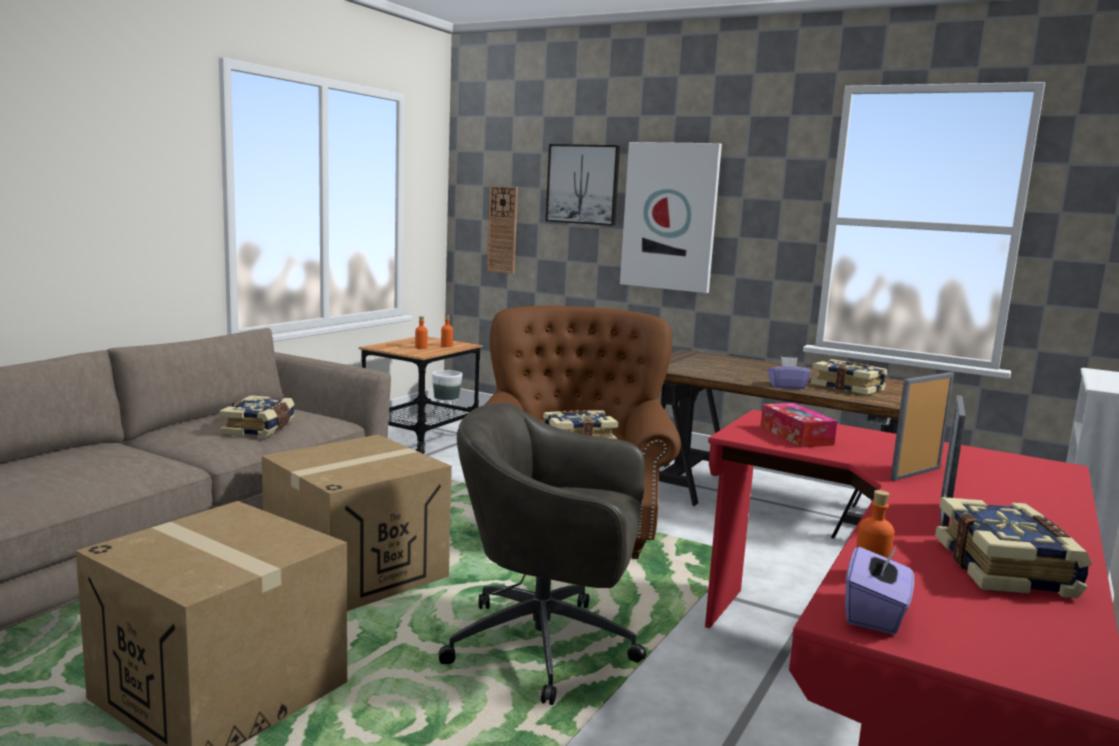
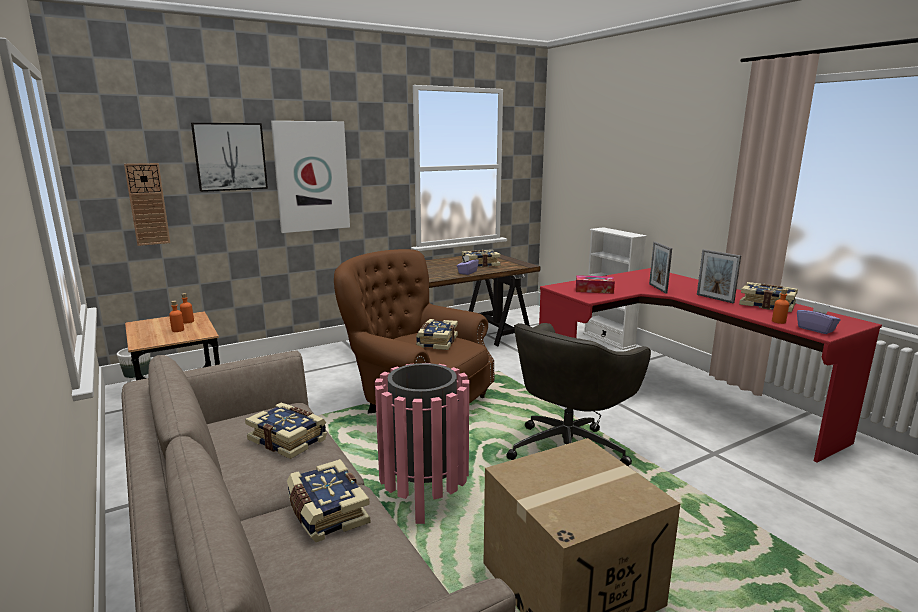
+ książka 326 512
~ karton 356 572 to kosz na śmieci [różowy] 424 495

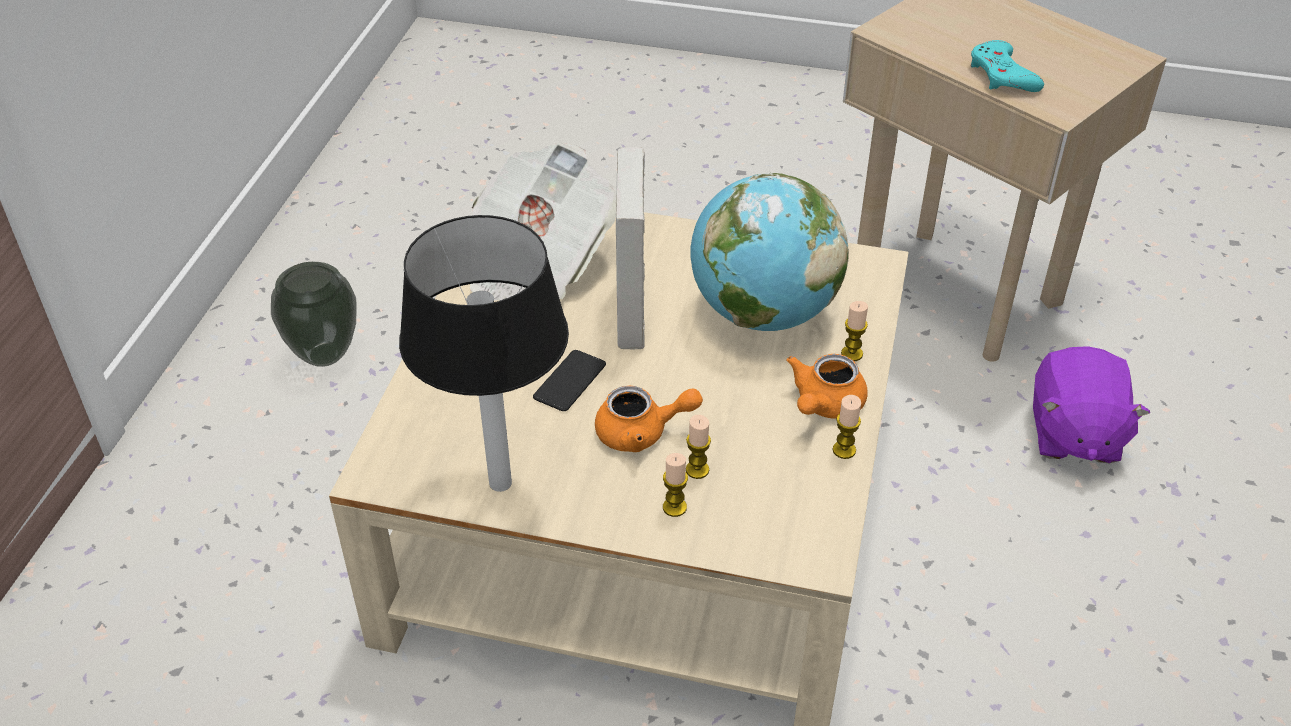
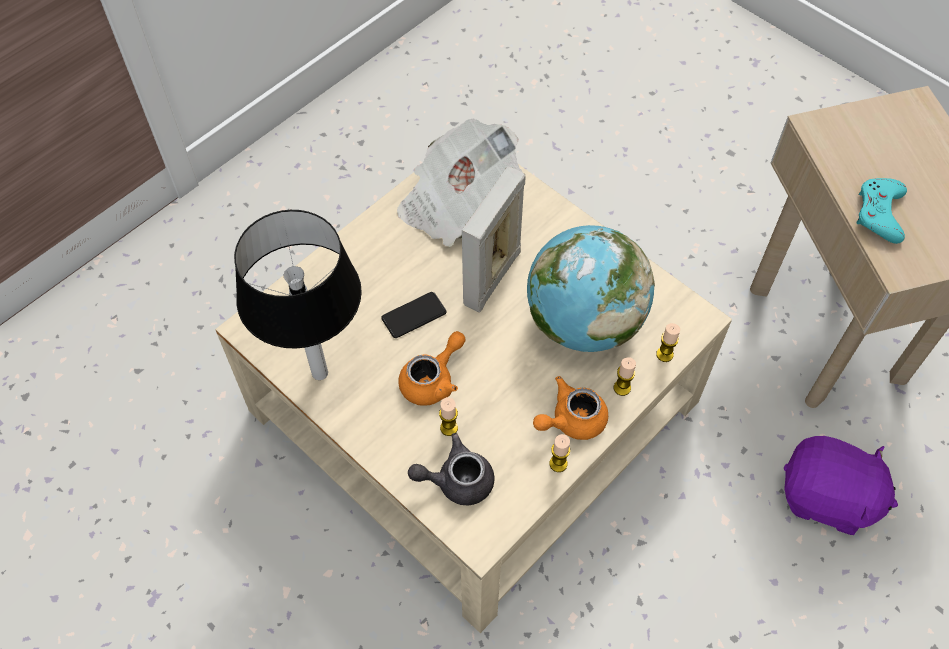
~ imbryk [pomarańczowy] 641 433 = 433 380 75 degrees counterclockwise
+ imbryk [szary] 456 480
~ świeca 674 507 to 664 354
~ pluszak [fioletowy] 1073 434 = 827 498 105 degrees counterclockwise
- wazon 325 356

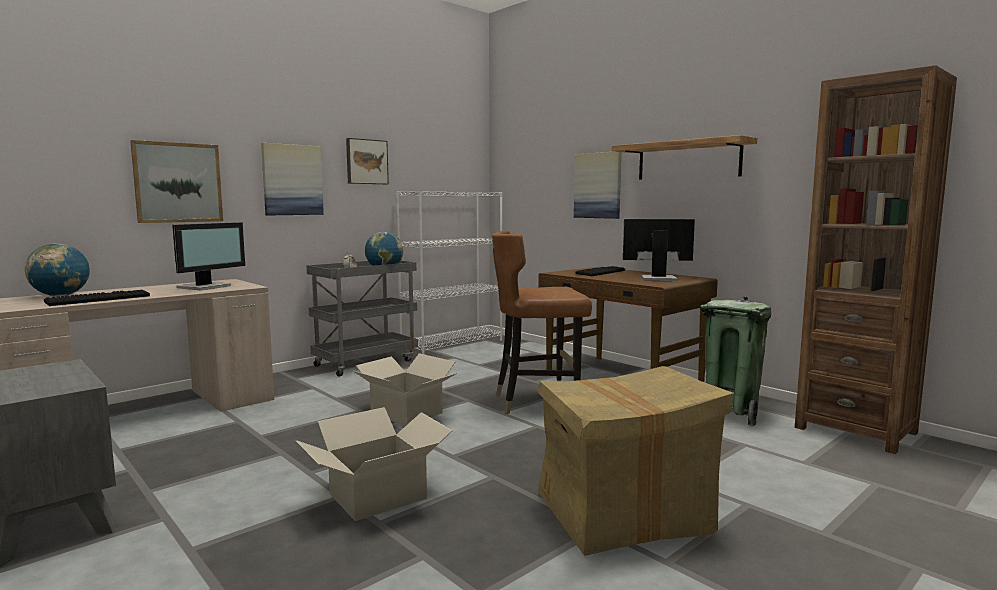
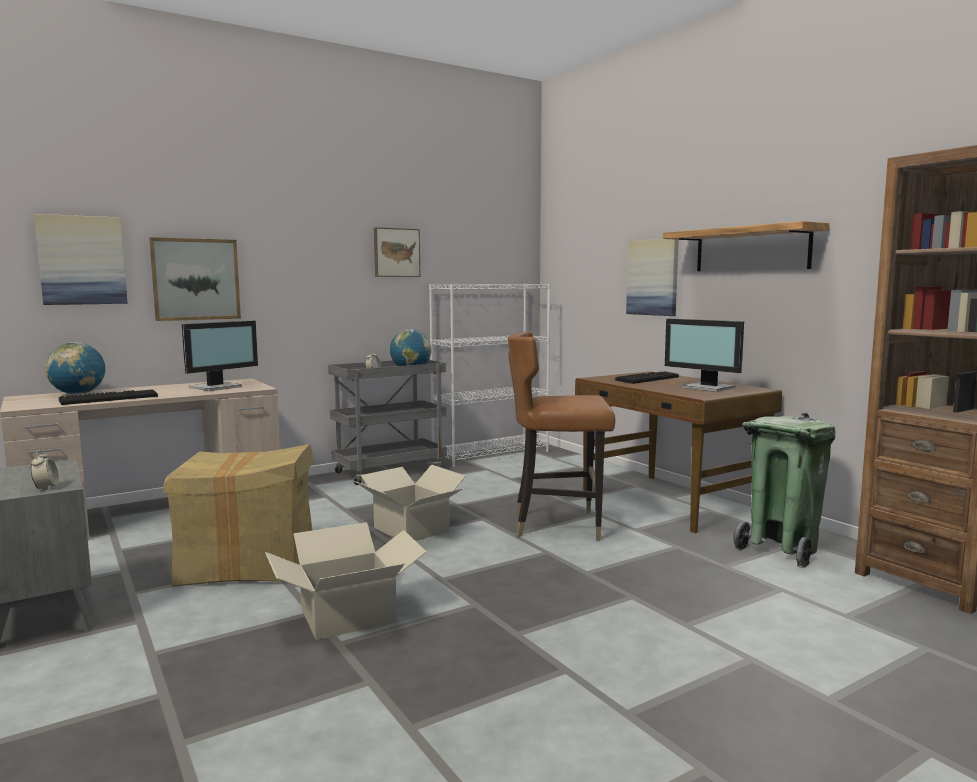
+ budzik 46 488
~ obraz 292 180 to 82 260
~ karton 623 513 to 249 564
~ monitor 657 278 = 708 388 150 degrees counterclockwise

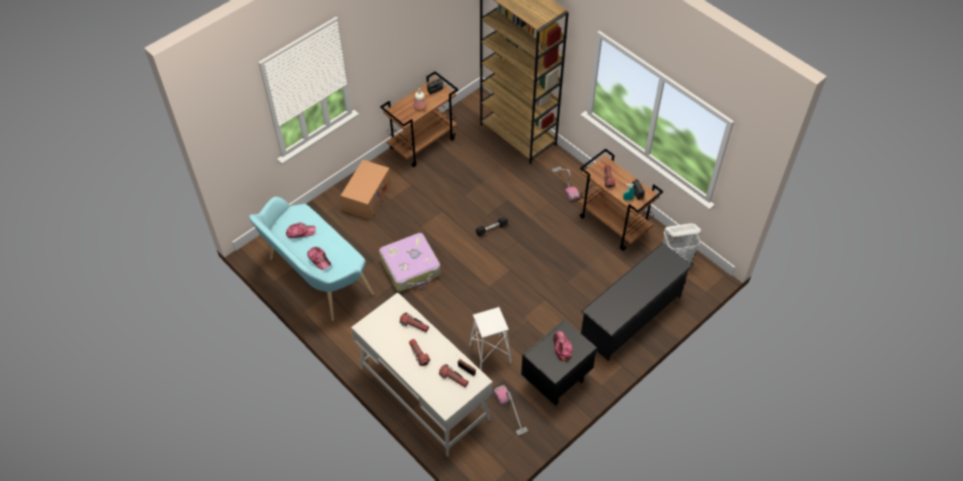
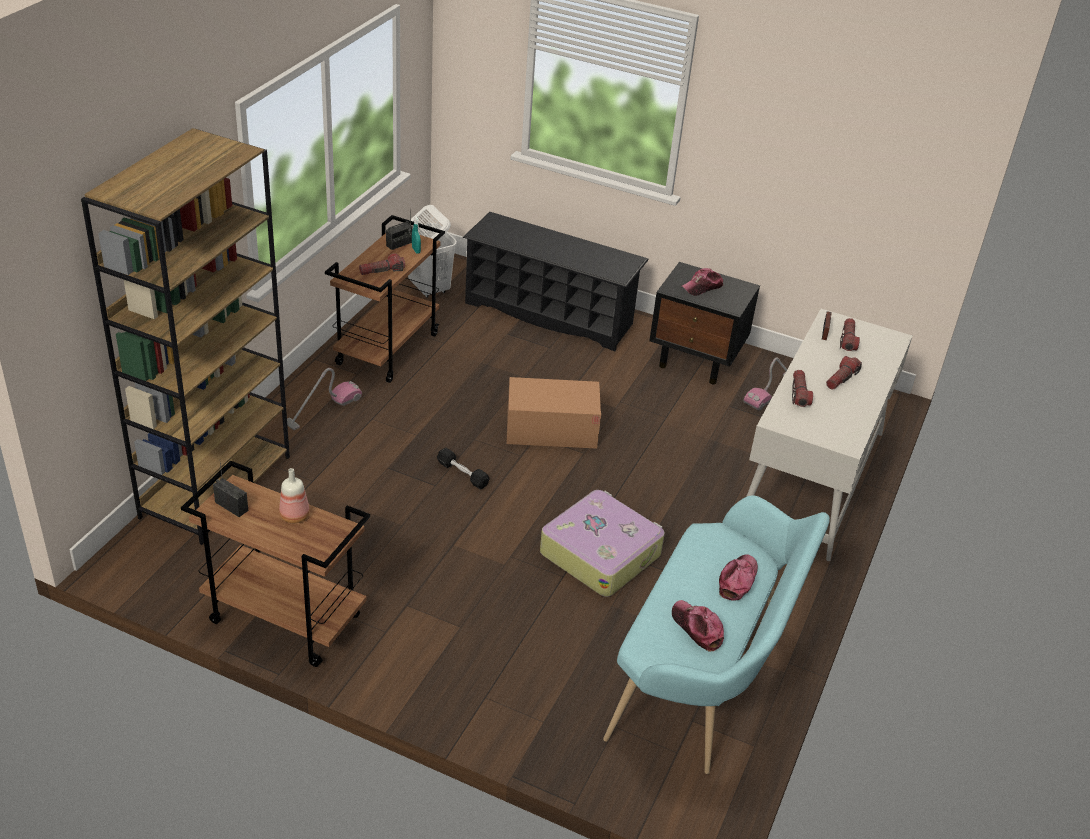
~ karton 367 196 to 551 429
- stołek [biały] 490 353

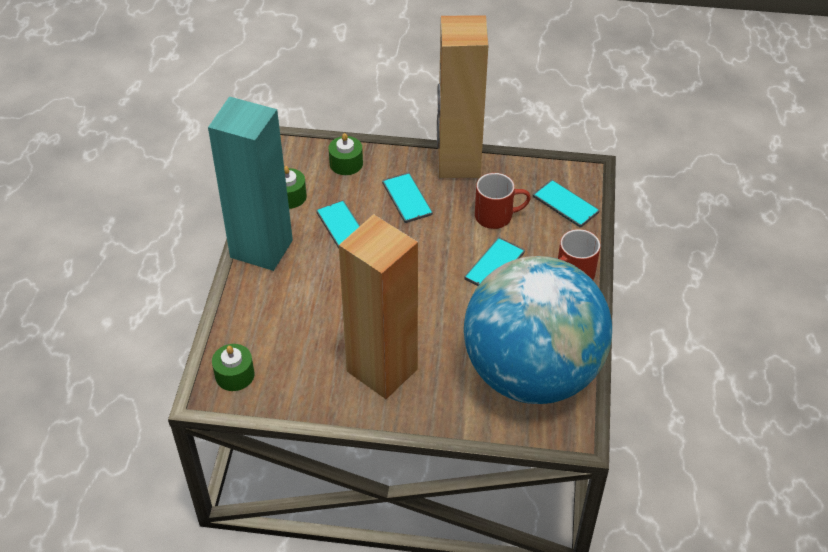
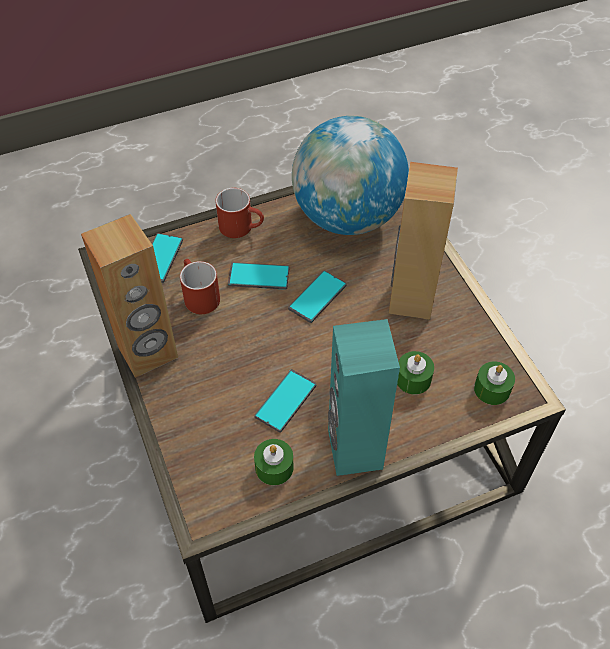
~ telefon 407 198 to 317 297
~ świeca [zielony] 346 163 to 413 379

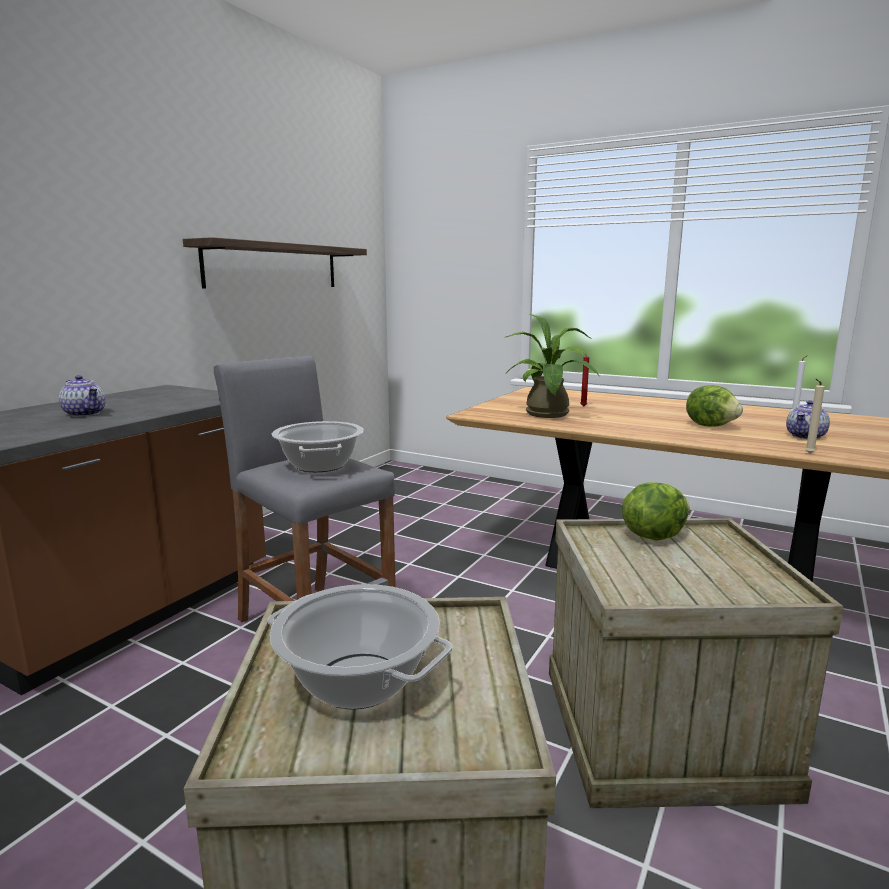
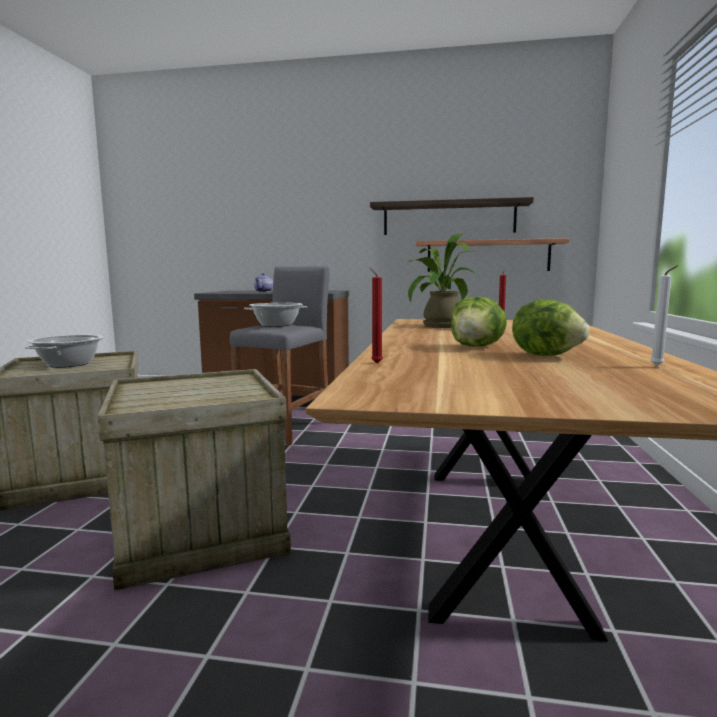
~ świeca [beżowy] 808 454 to świeca [czerwony] 375 363
+ półka 488 256
~ sałata 652 535 to 547 355
- imbryk 806 436

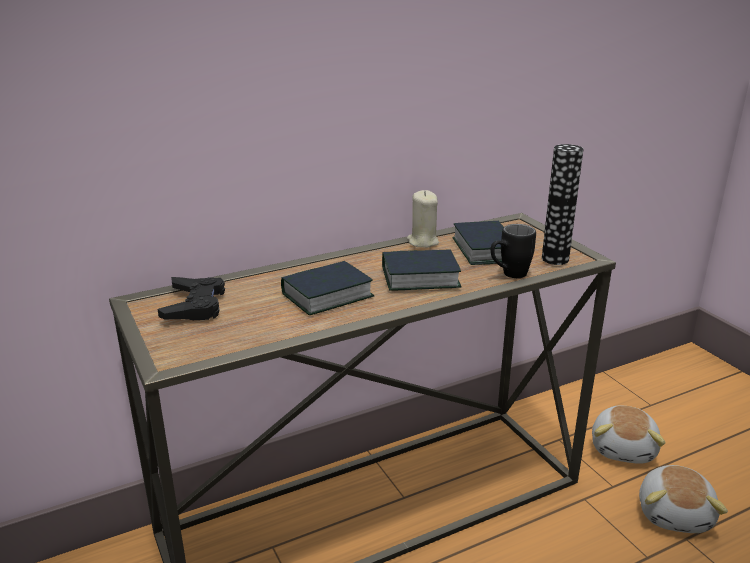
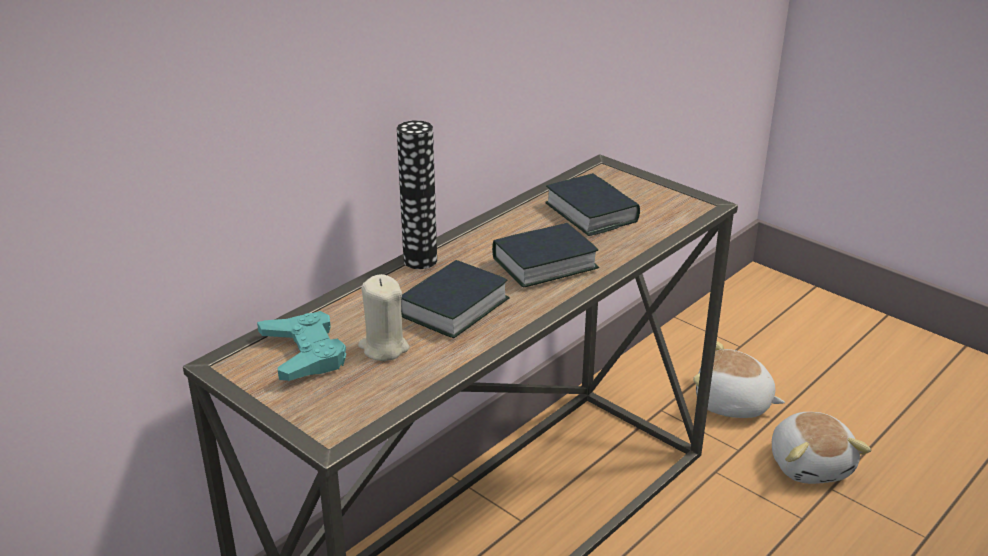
~ pad do gier [czarny] 194 305 to pad do gier [turkusowy] 304 353
~ świeca [beżowy] 422 242 to 384 347
~ wazon 555 259 to 420 260
~ pluszak 624 448 = 732 404 120 degrees clockwise
- kubek [czarny] 508 275

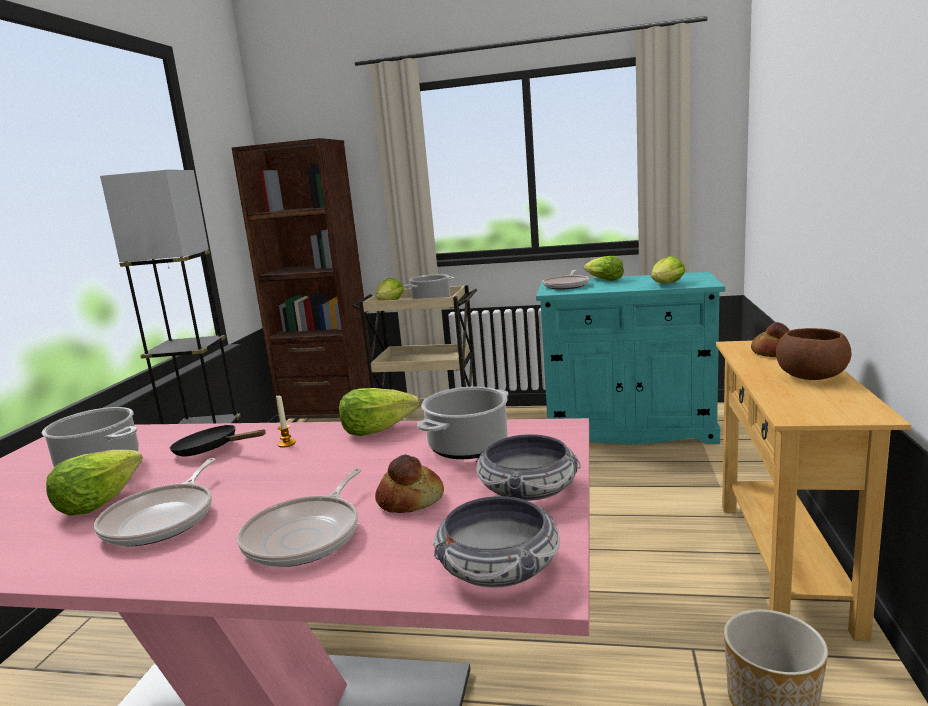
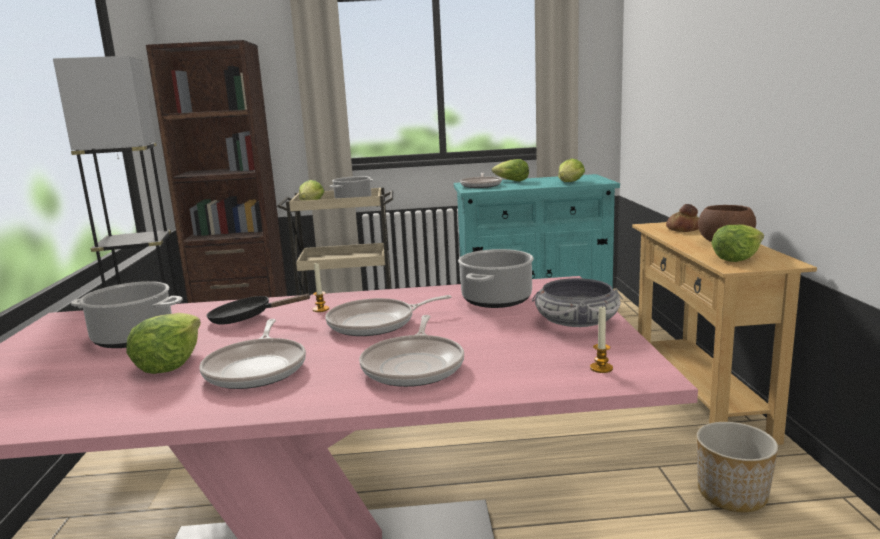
+ patelnia 376 323
~ miska 498 567 to świeca 601 368
~ sałata 377 429 to 736 258
- chleb 410 499

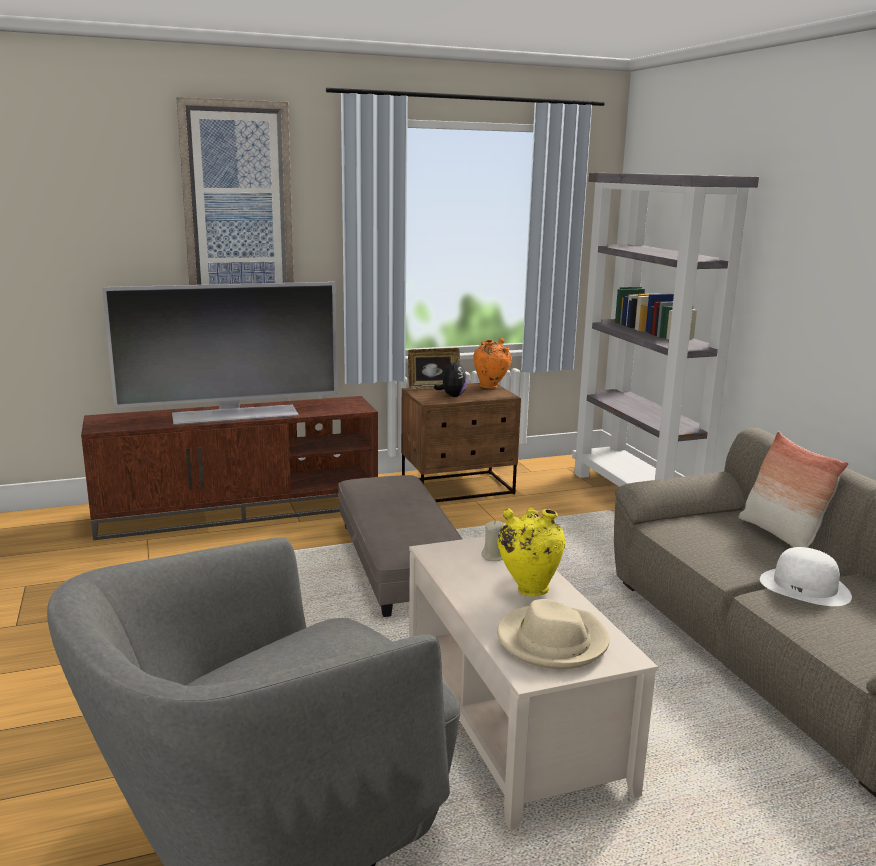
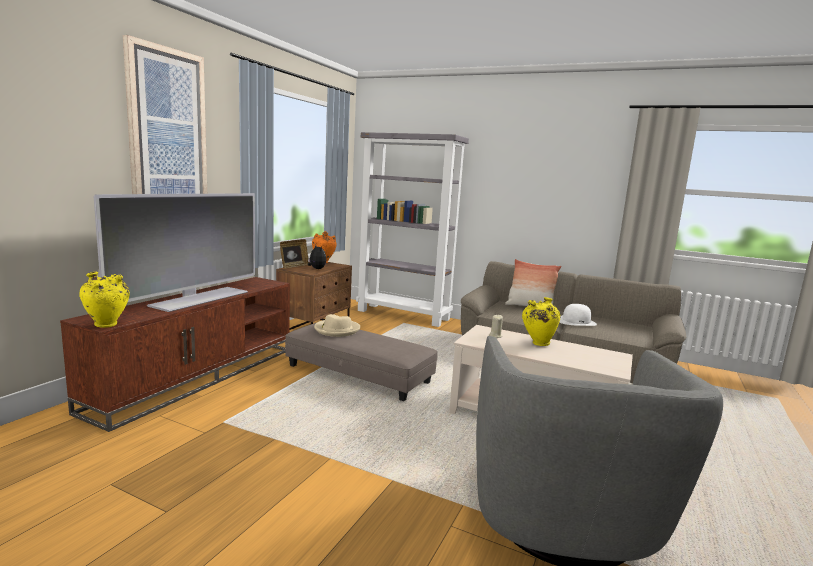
+ wazon [żółty] 107 325
~ kapelusz [beżowy] 552 641 to 337 330

